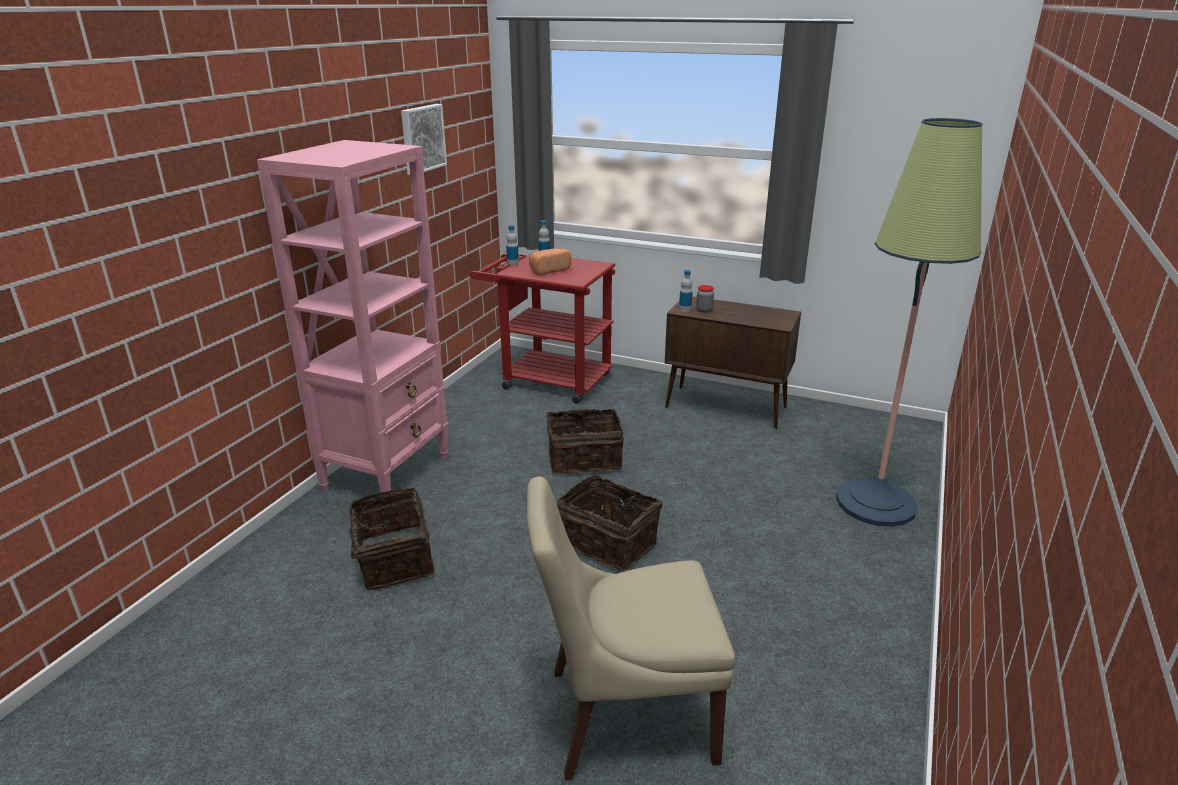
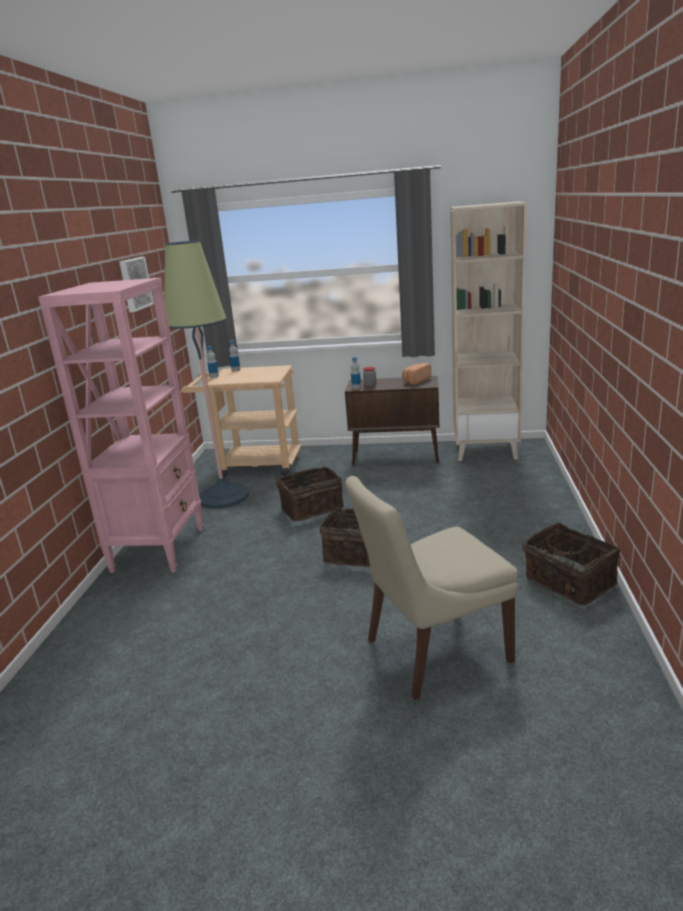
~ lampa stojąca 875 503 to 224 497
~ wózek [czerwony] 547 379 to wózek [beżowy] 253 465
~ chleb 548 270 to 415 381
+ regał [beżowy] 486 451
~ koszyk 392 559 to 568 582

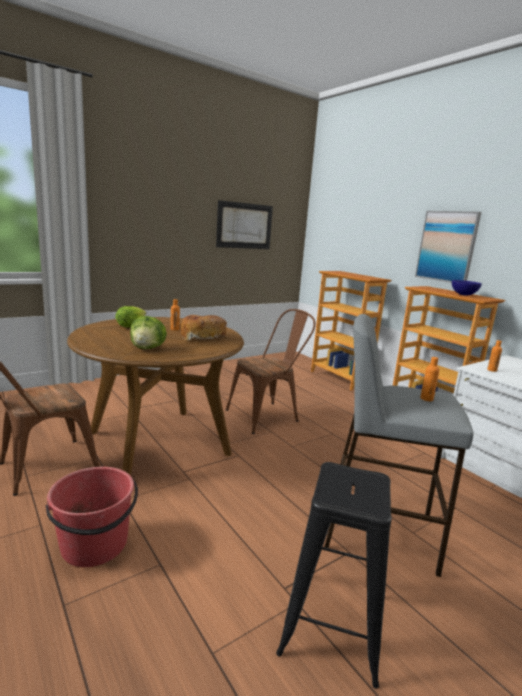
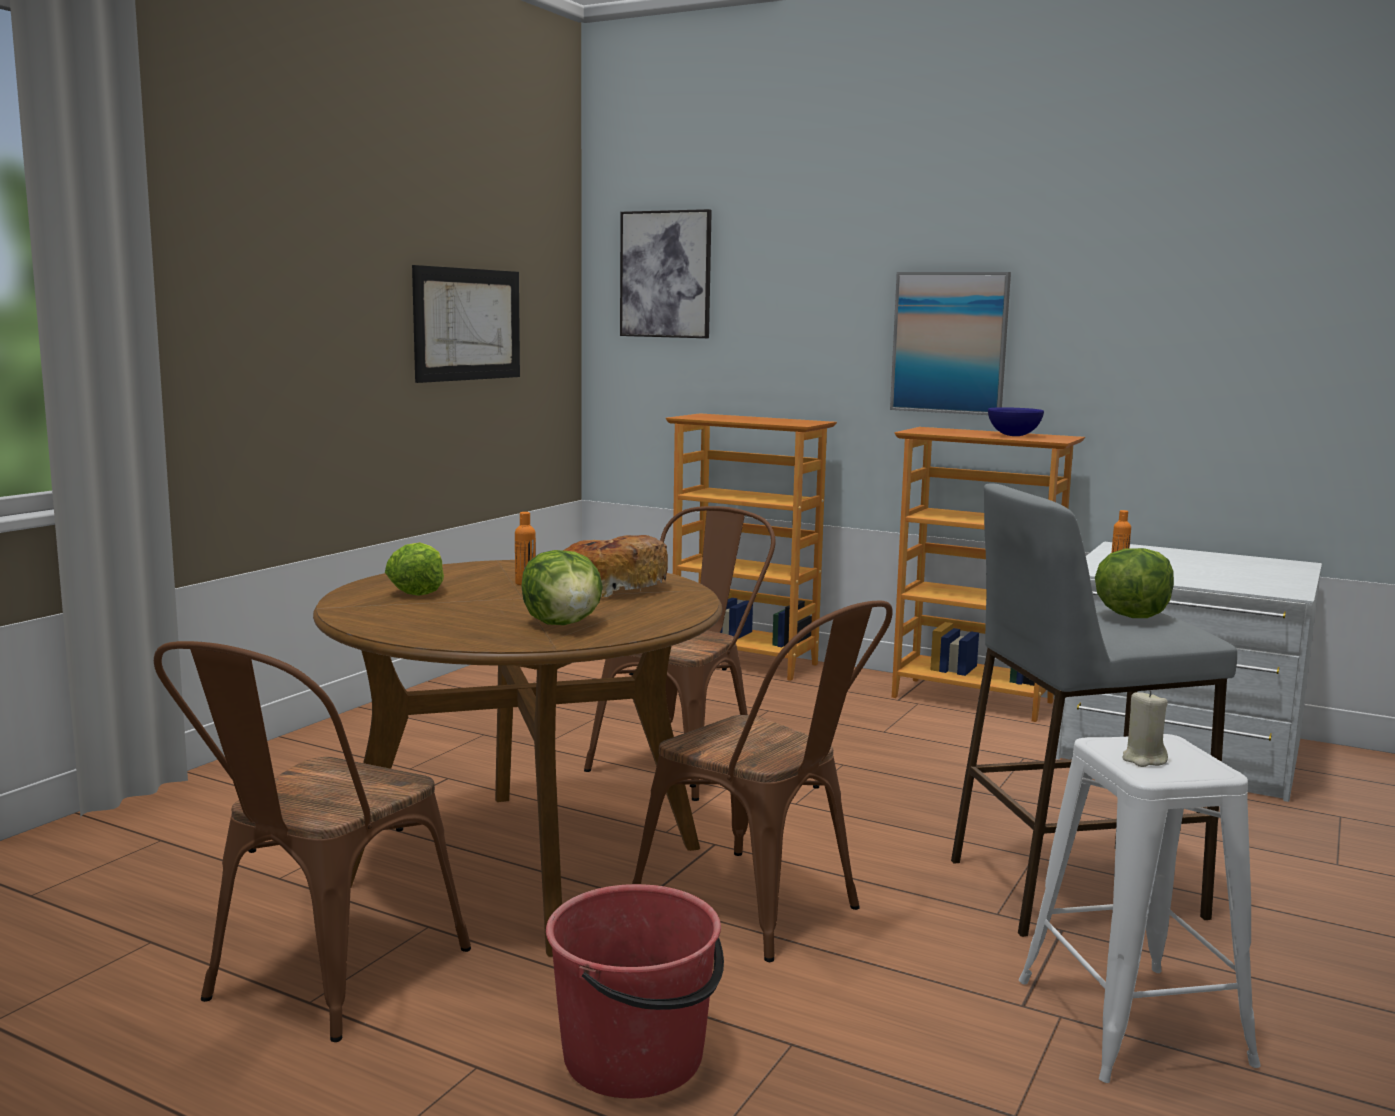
+ obraz 666 274
+ krzesło [brązowy] 762 910
~ stołek [czarny] 332 622 to stołek [biały] 1132 1021
~ butelka [pomarańczowy] 426 399 to sałata 1131 616
+ świeca [beżowy] 1143 759

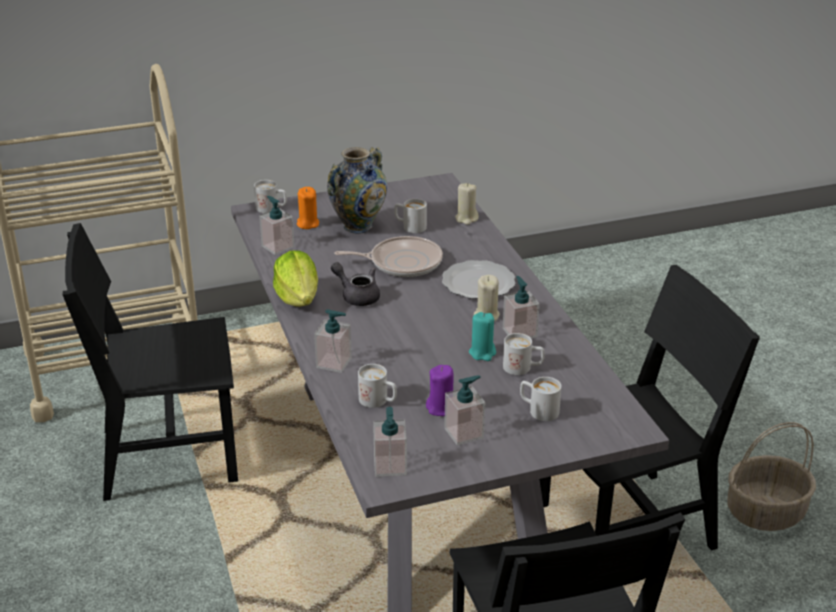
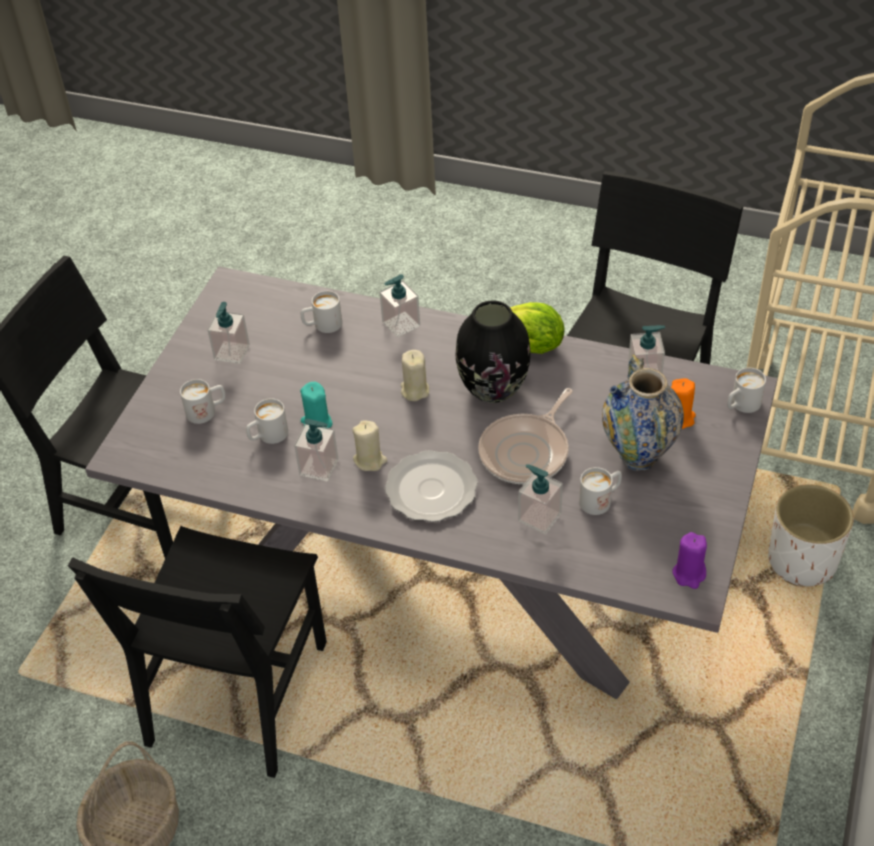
~ świeca [beżowy] 466 219 to 414 390
~ imbryk [szary] 357 296 to wazon [czarny] 493 388
~ dozownik mydła 390 466 to 539 517
~ świeca [fioletowy] 441 408 to 689 574
+ donica [biały] 802 561

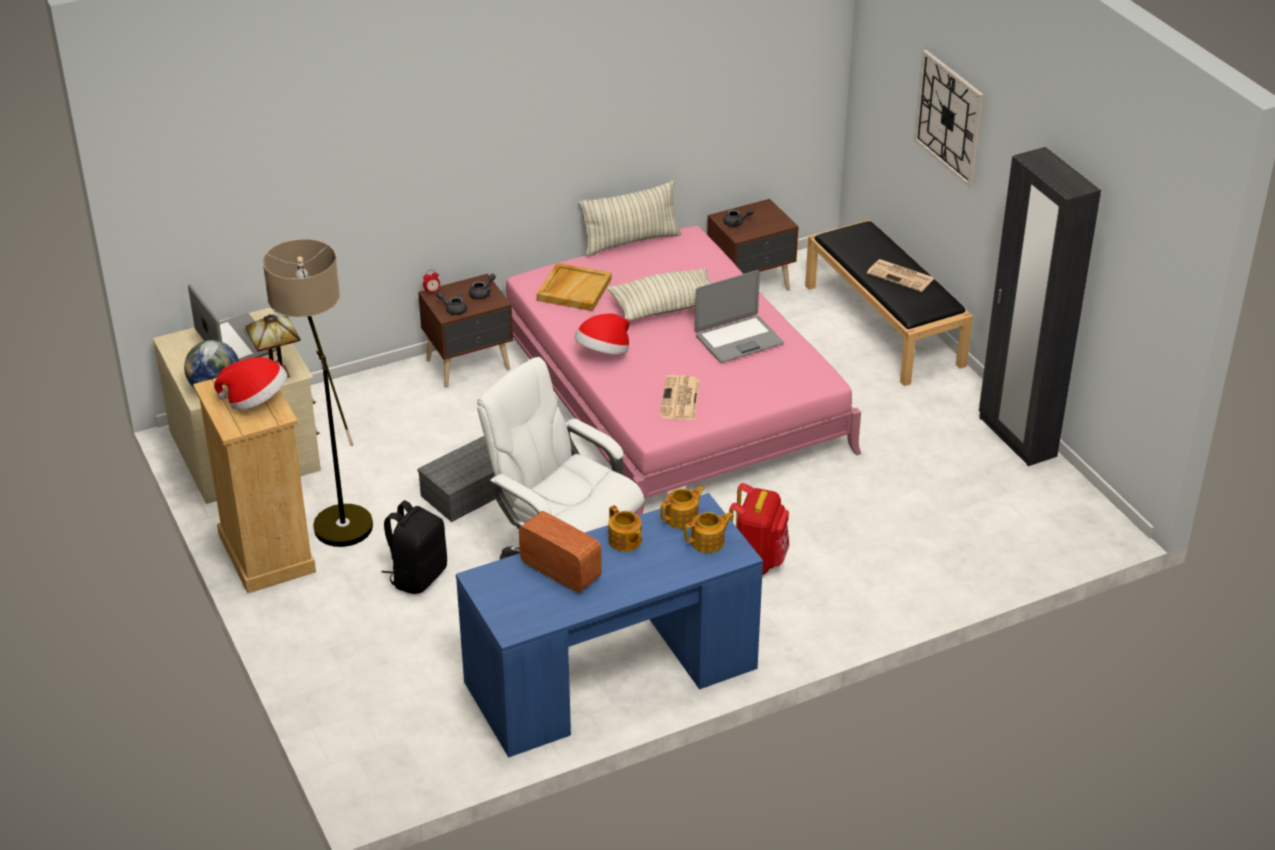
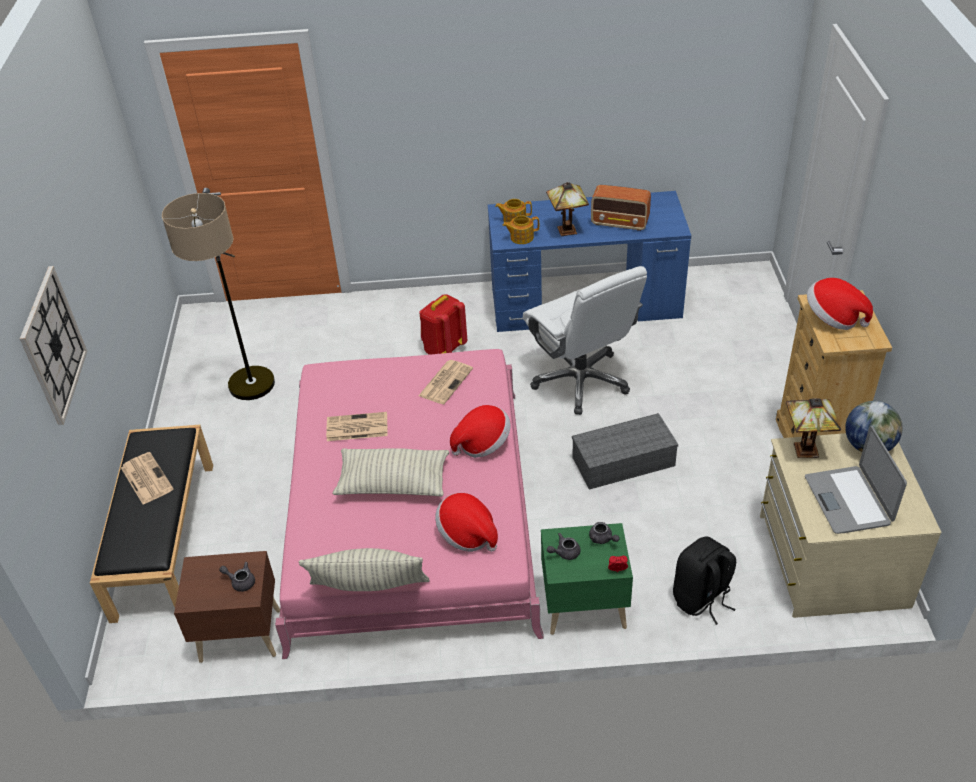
~ lampa stojąca 335 513 to 249 397
~ laptop 738 339 to gazeta 356 427
~ taca [beżowy] 574 289 to kapelusz 467 534
~ szafka nocna [brązowy] 470 365 to szafka nocna [zielony] 583 607
~ imbryk 625 541 to lampa stołowa 568 231
~ radio 560 571 = 620 223 45 degrees counterclockwise
~ plecak [czarny] 417 576 to 701 599
- szafa [czarny] 1016 437

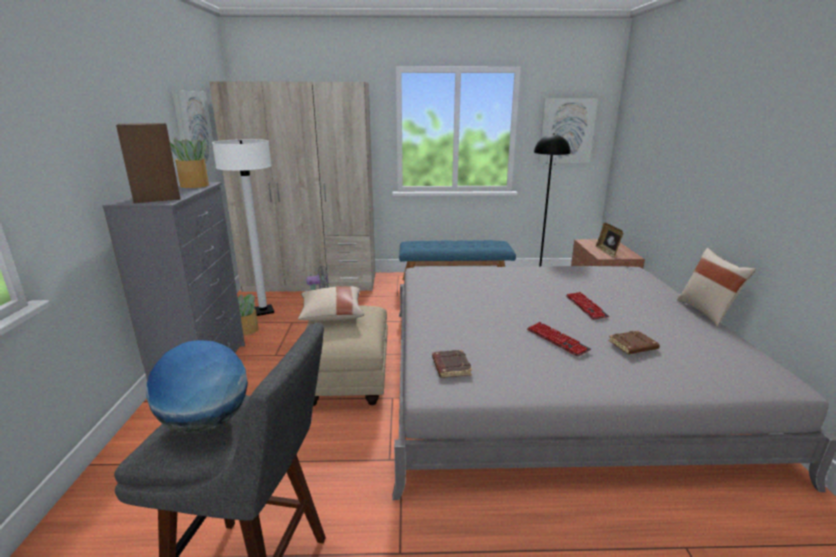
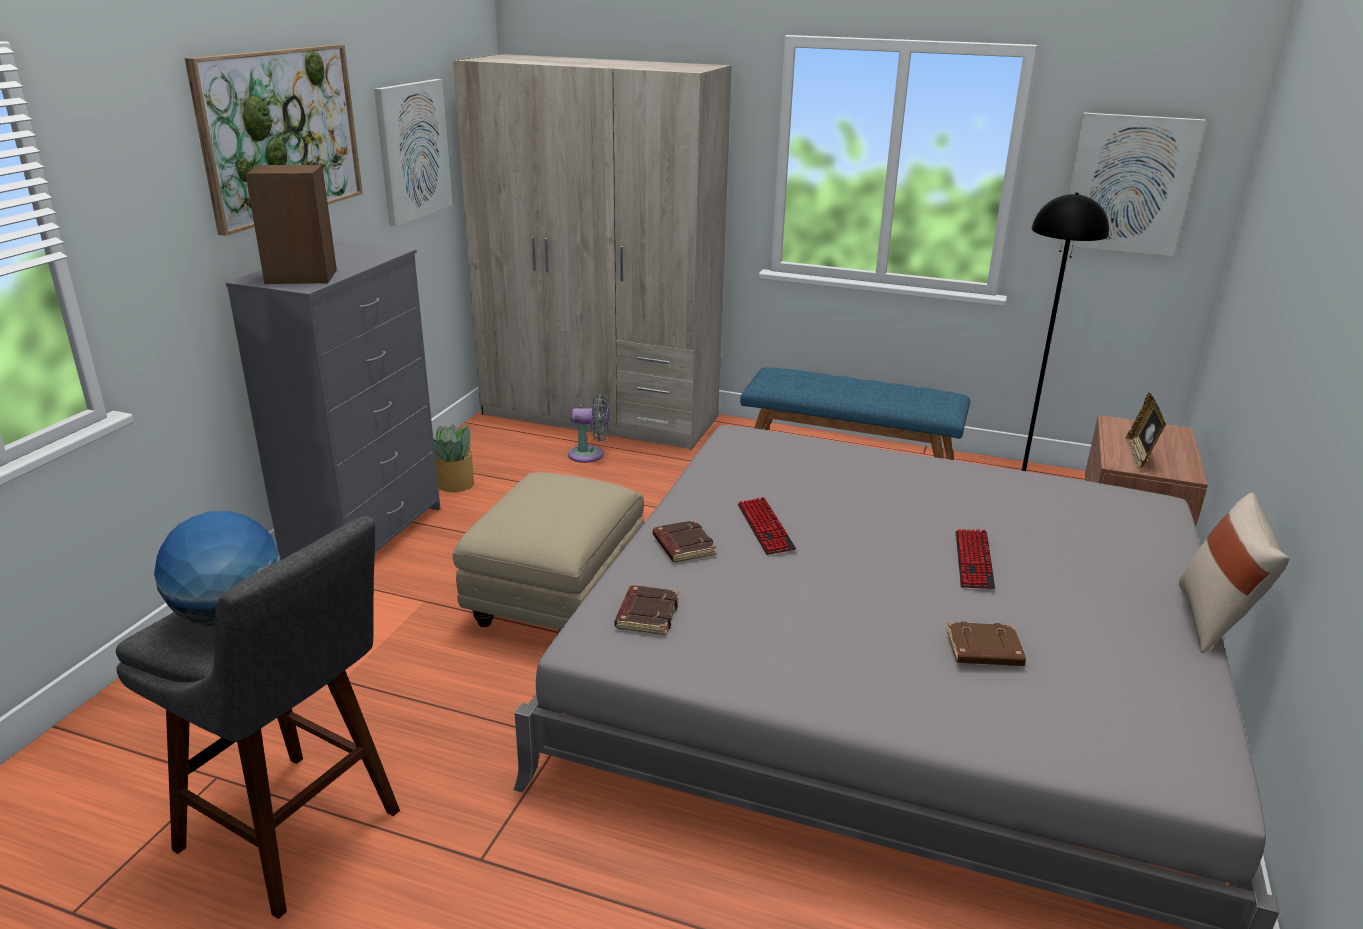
+ obraz 280 134
+ książka [brązowy] 682 546
~ klawiatura 557 340 to 765 527
- roślina doniczkowa 195 185
- lampa stojąca [biały] 263 311
- poduszka [beżowy] 332 315

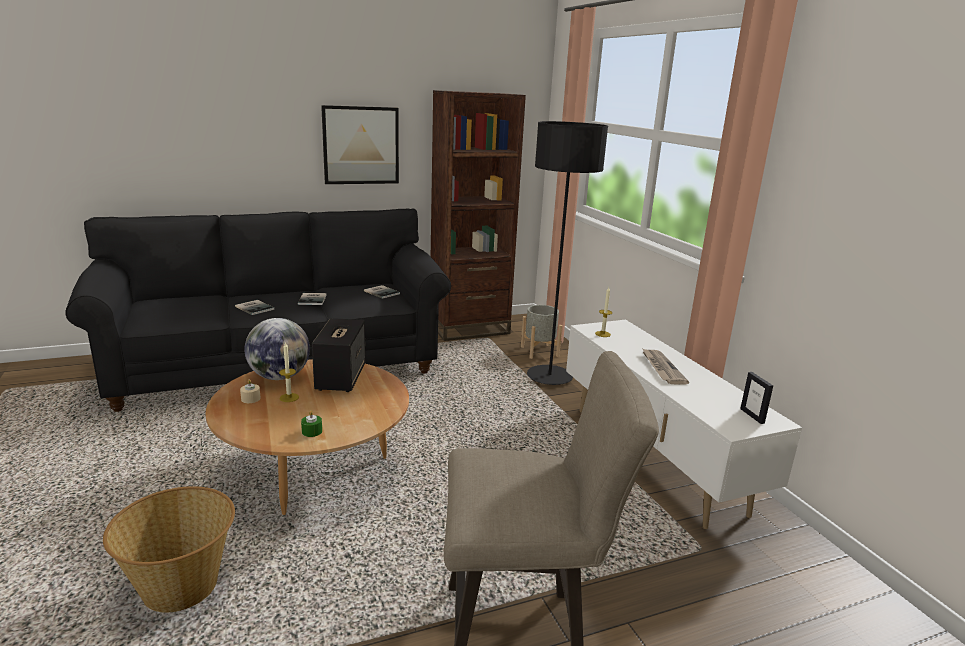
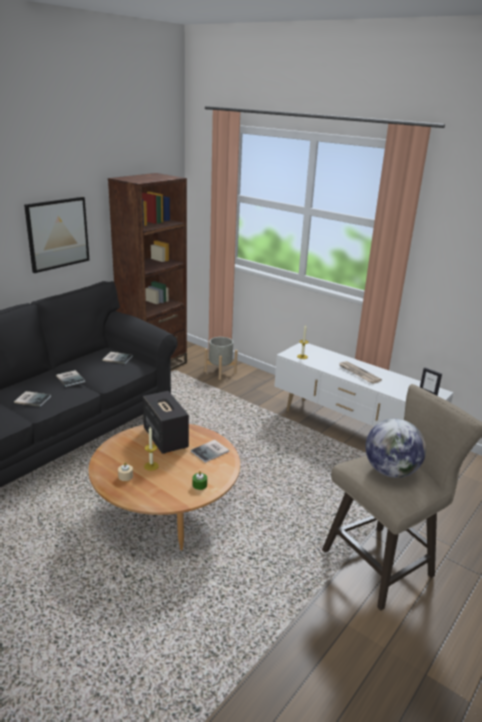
+ książka 211 451
~ globus 279 376 to 390 471
- koszyk 181 588
- lampa stojąca [czarny] 549 377

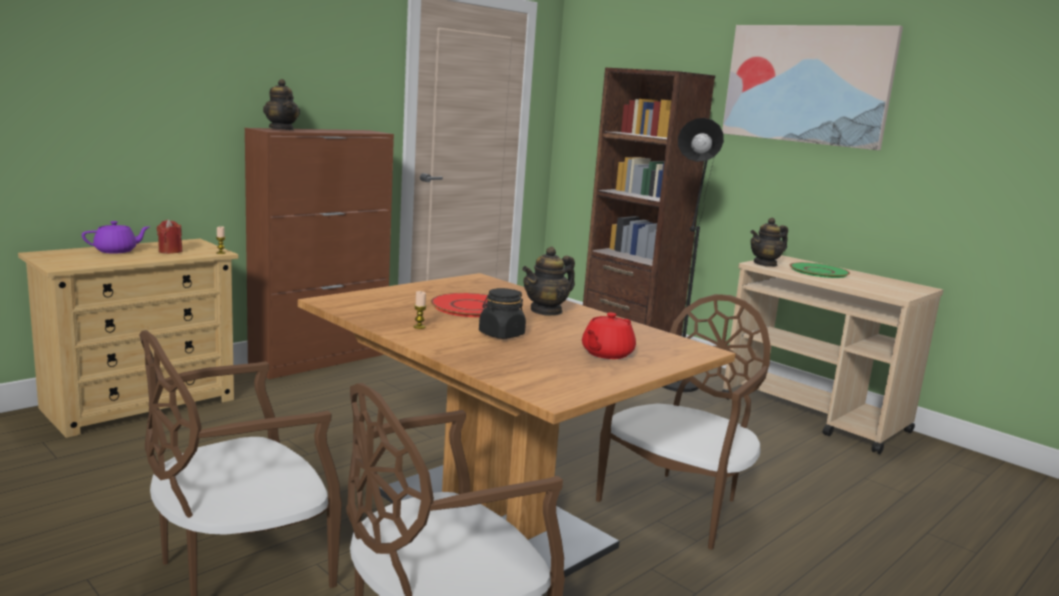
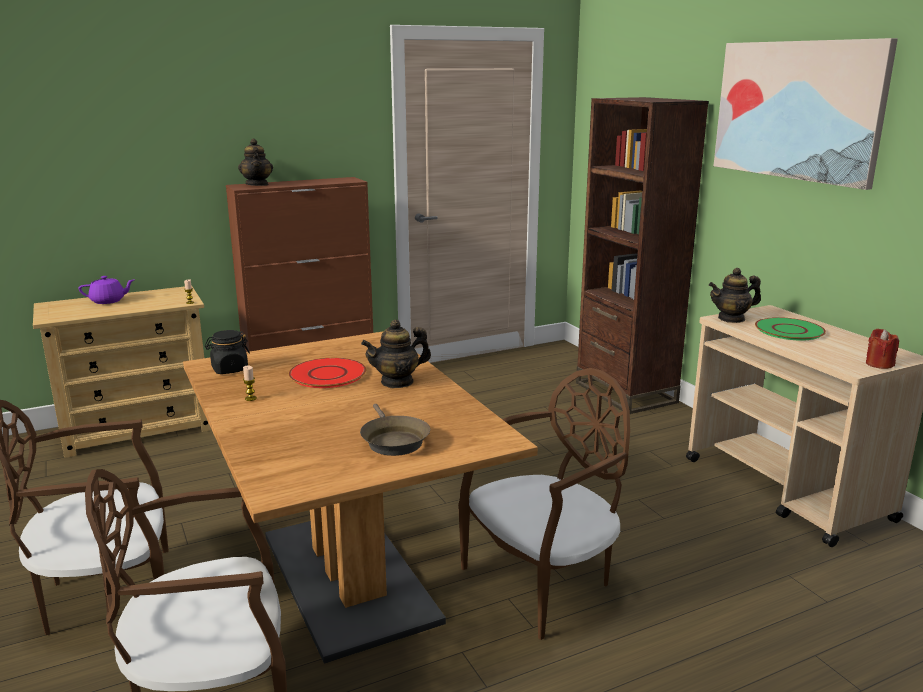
~ słoik [czarny] 501 334 to 229 369
~ imbryk [czerwony] 606 354 to patelnia [brązowy] 393 440
~ świeca [czerwony] 170 251 to 879 364
- lampa stojąca [czarny] 677 381

